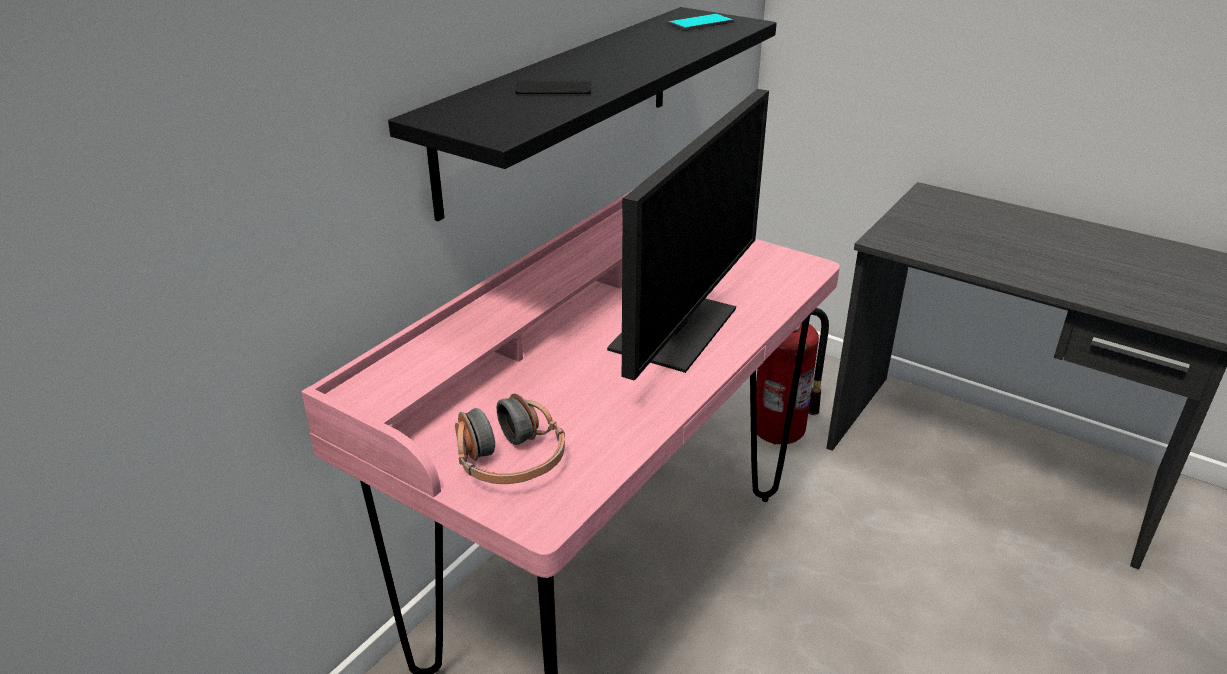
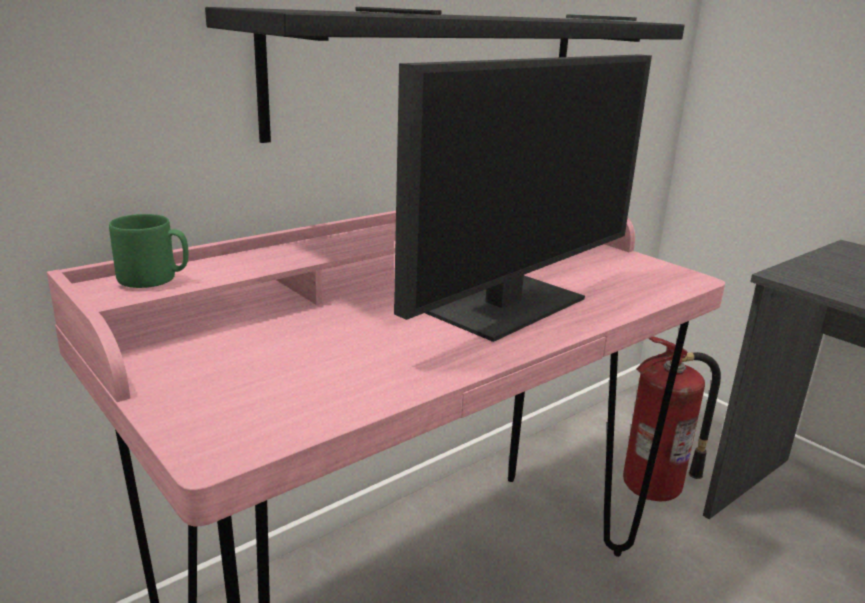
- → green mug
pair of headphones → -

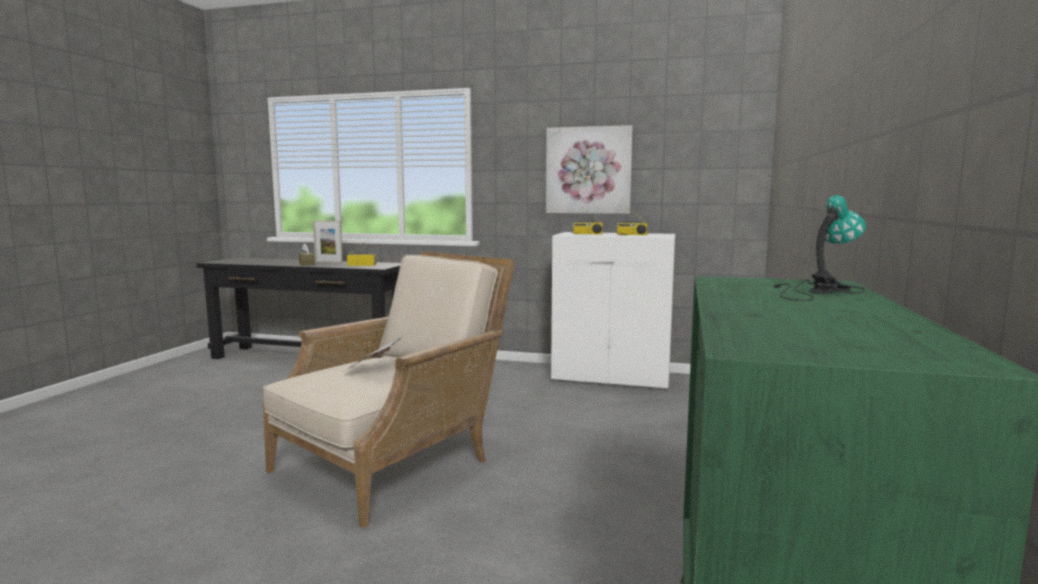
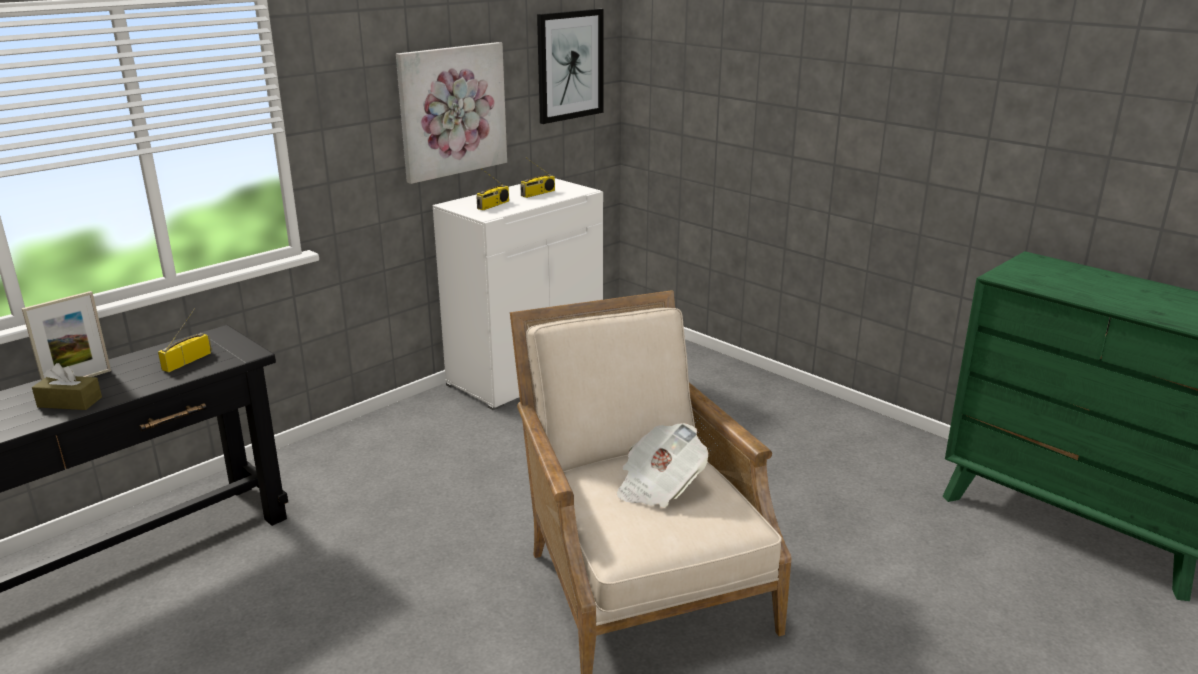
- → wall art (2nd from left)
tabletop lamp → -

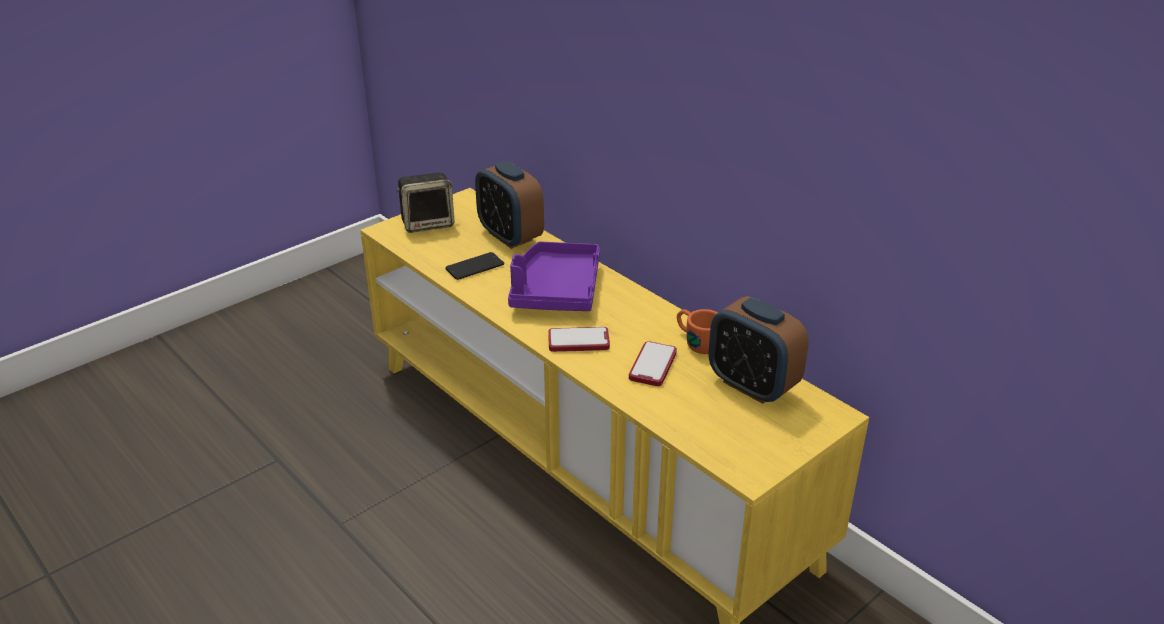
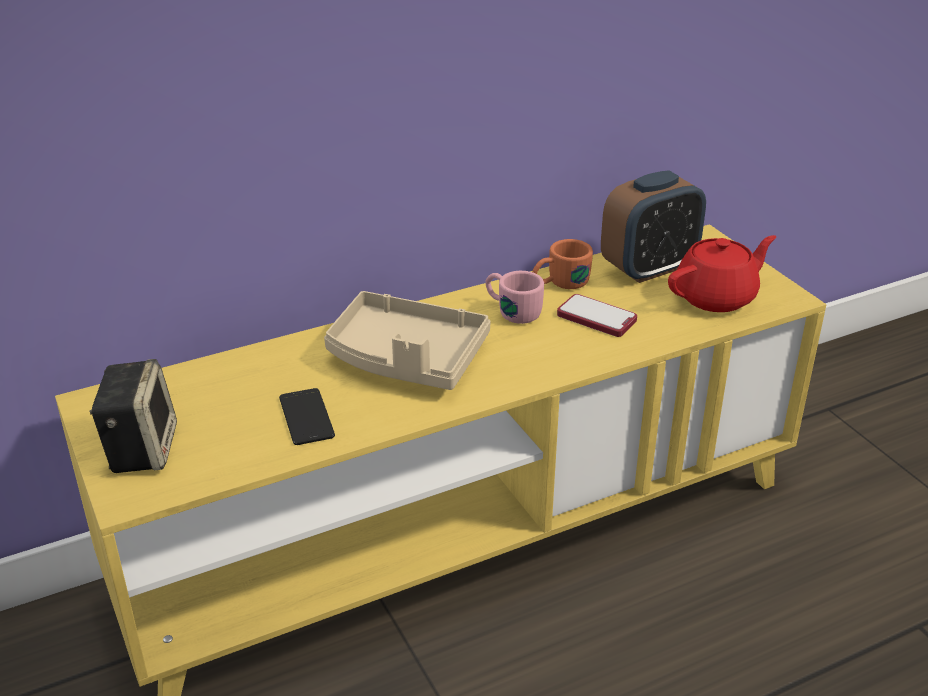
purple-coloured tray → beige tray
- → pink mug
- → red-coloured teapot
bedside clock (1st from left) → -
telephone (2nd from left) → -

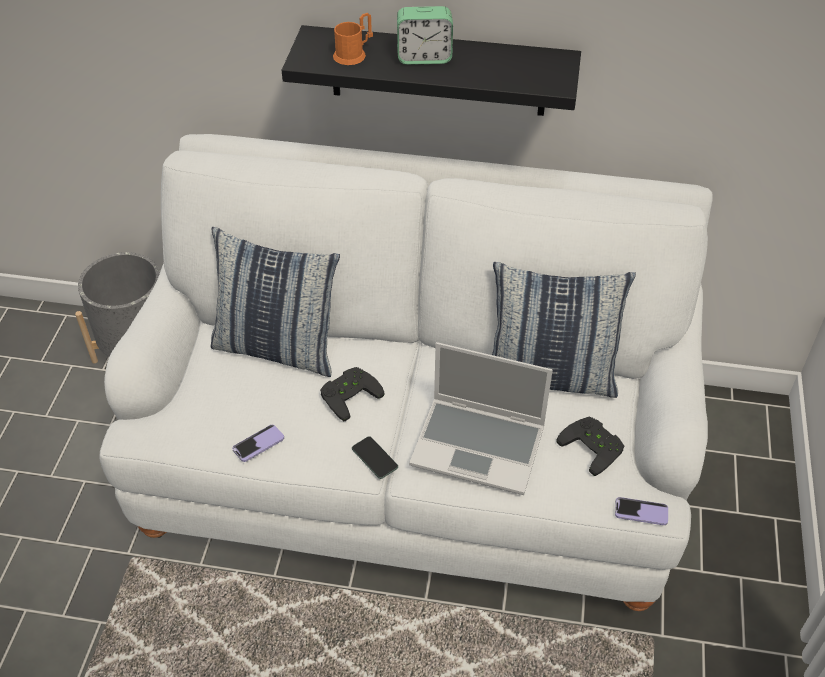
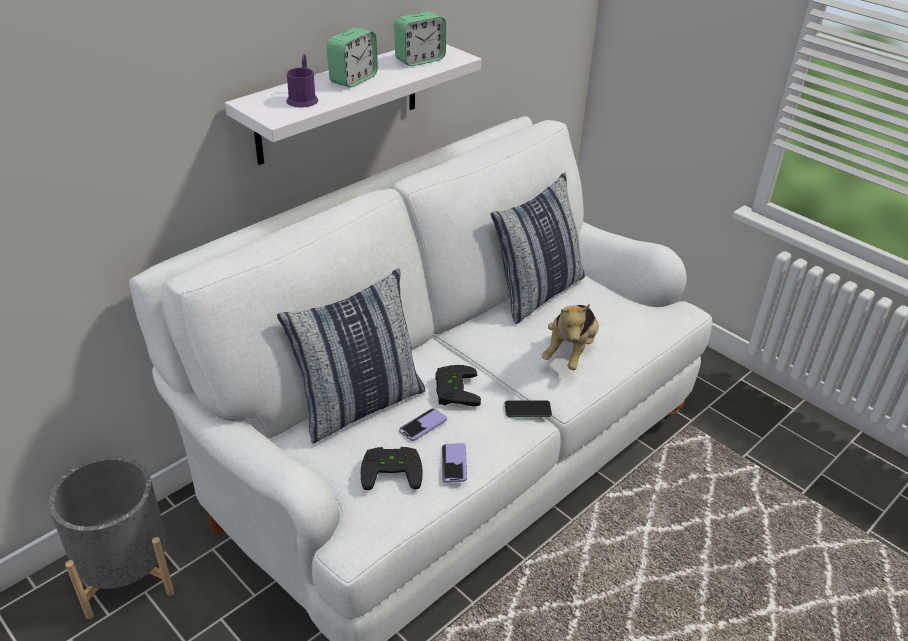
black-coloured bracket shelf → whitish bracket shelf
orangey mug → purple-coloured mug
black-coloured joypad (2nd from left in the first image) → black-coloured joypad (1st from left), moved
- → bedside clock (2nd from left)
telephone (3rd from left in the first image) → telephone (1st from left), moved
notebook computer → soft toy

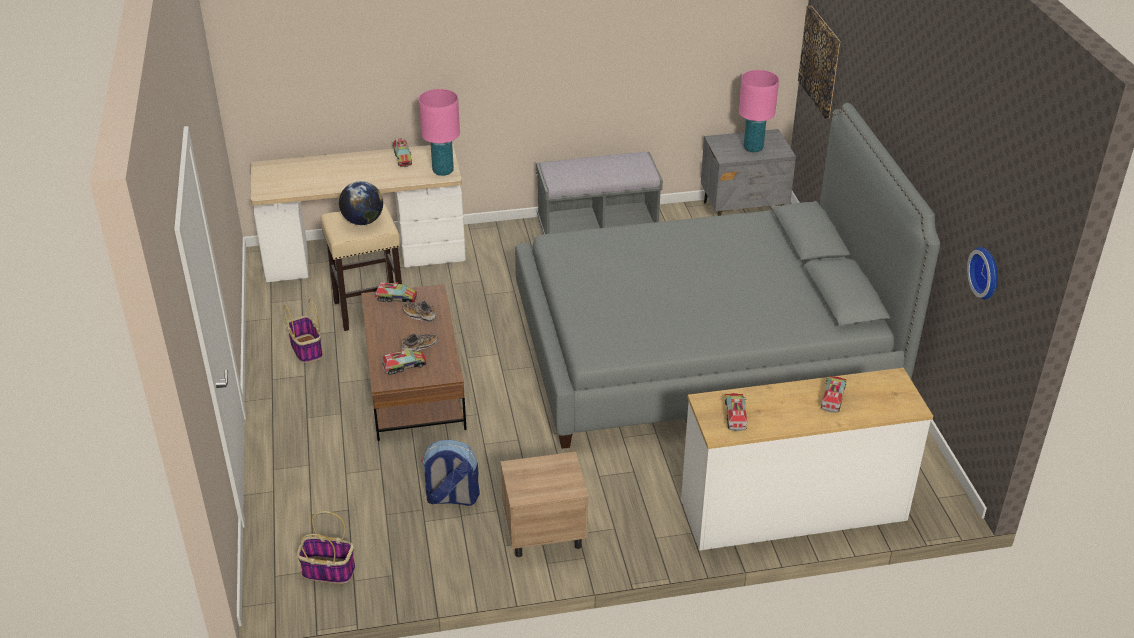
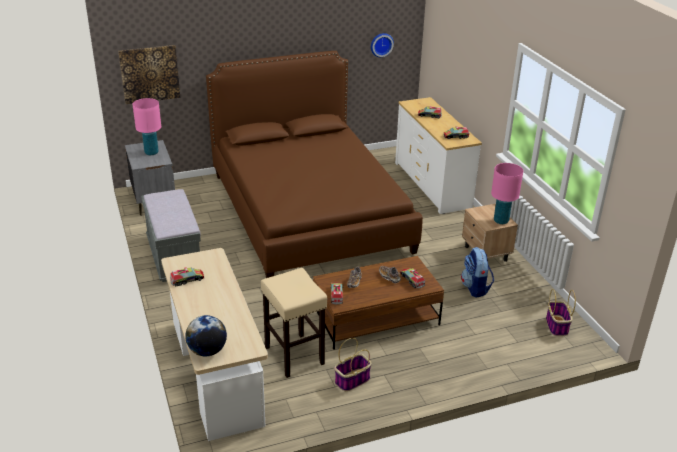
world globe, moved
gray bedroom bed → brown bedroom bed
pink tabletop lamp (1st from left in the first image) → pink tabletop lamp (2nd from left), moved

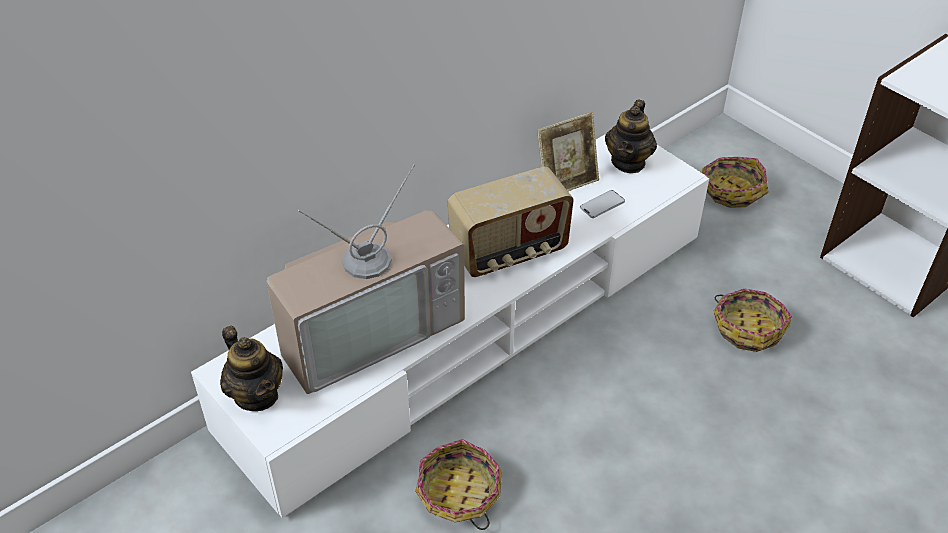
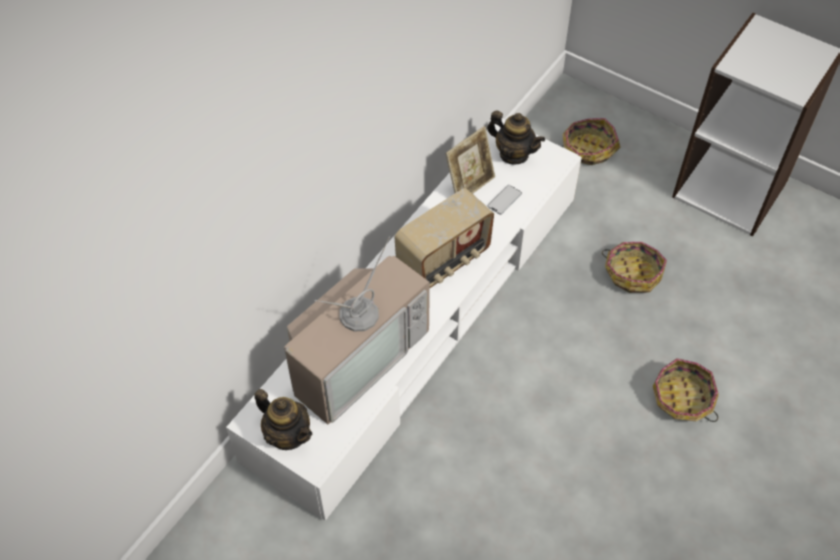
teapot (2nd from left), 60 degrees counterclockwise
basket (1st from left in the first image) → basket (3rd from left), moved

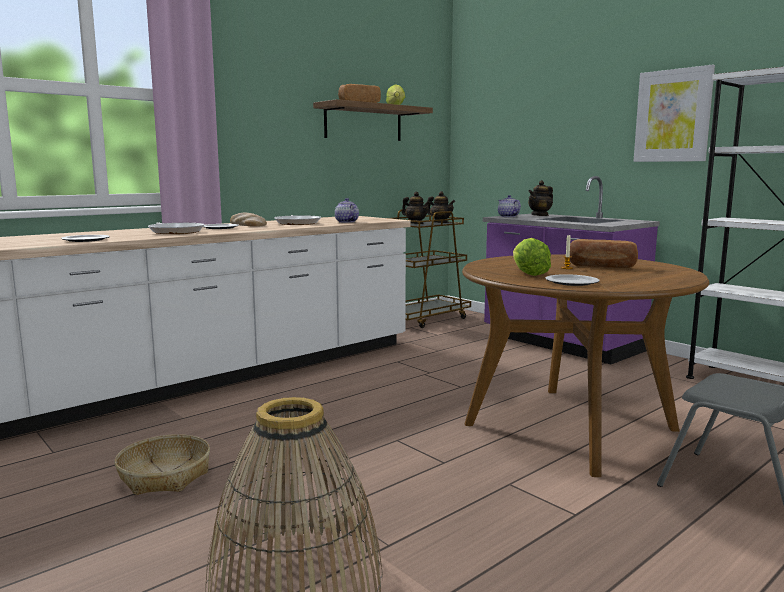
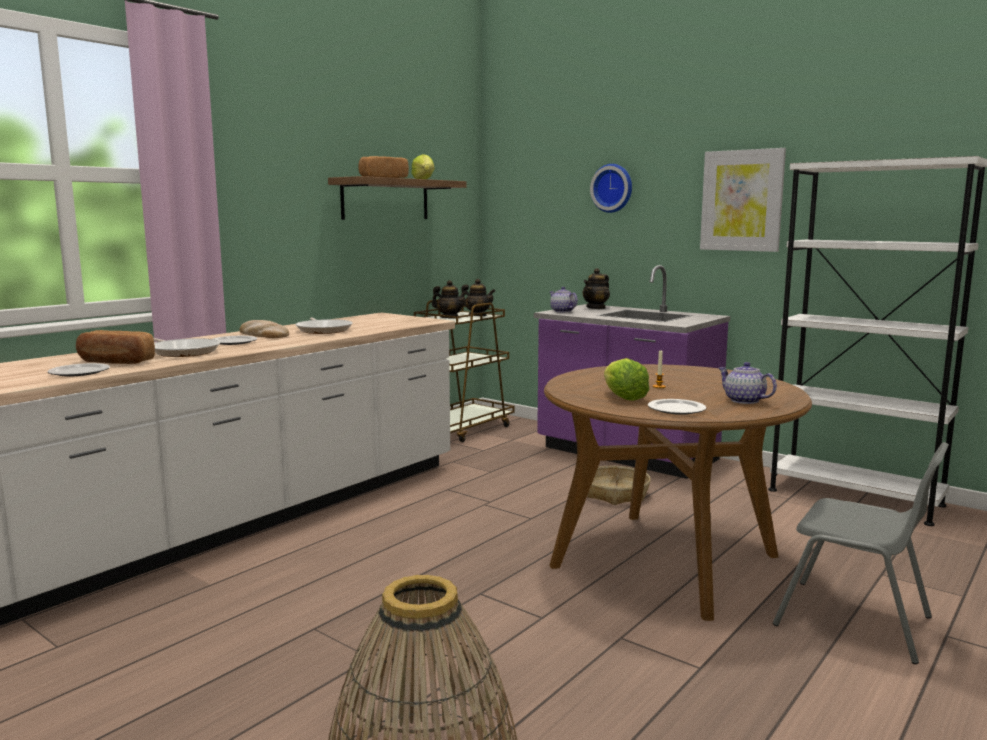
bakery bread (3rd from left in the first image) → bakery bread (1st from left), moved
basket (1st from left in the first image) → basket (2nd from left), moved
- → hanging clock
teapot (1st from left in the first image) → teapot (5th from left), moved

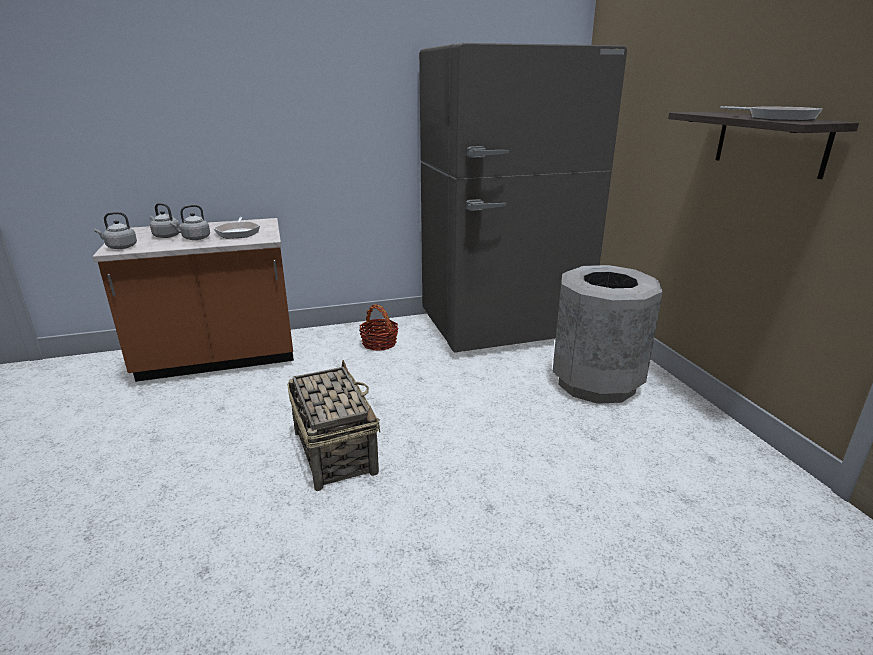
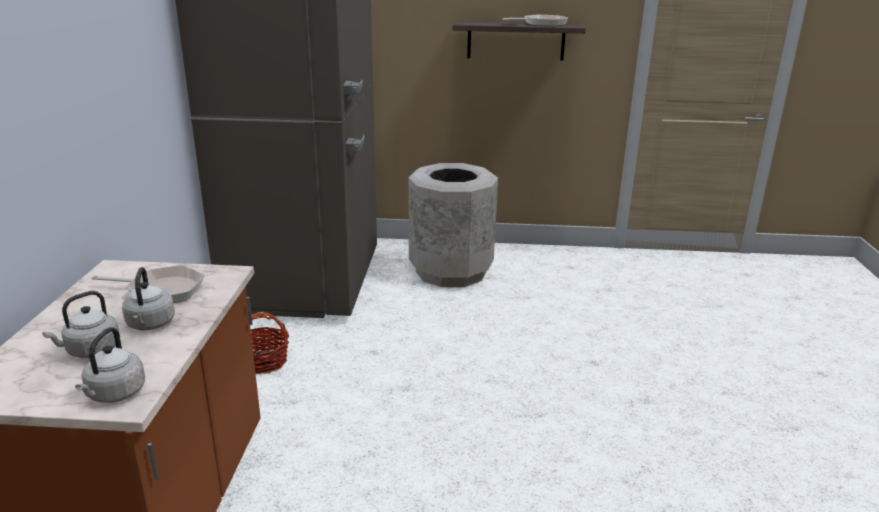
basket (1st from left) → -

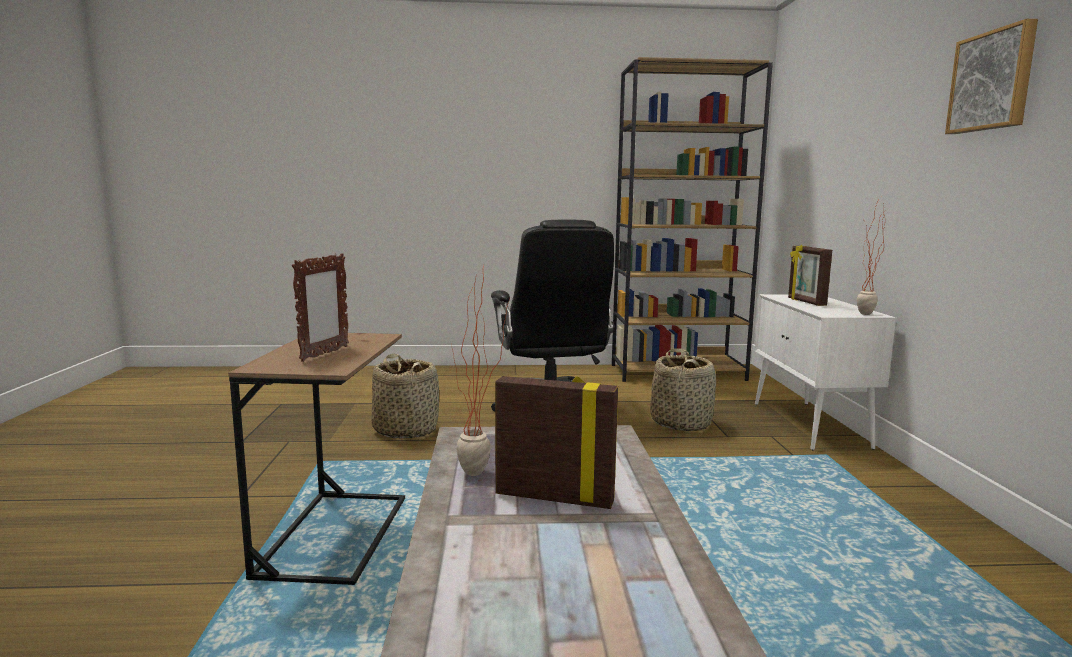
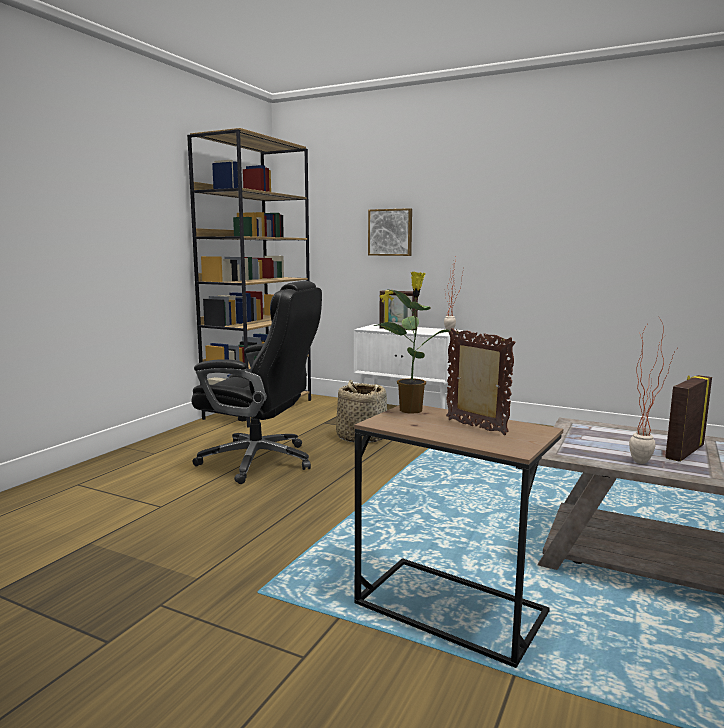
wall art, moved
- → potted plant (1st from left)
basket (1st from left) → -

